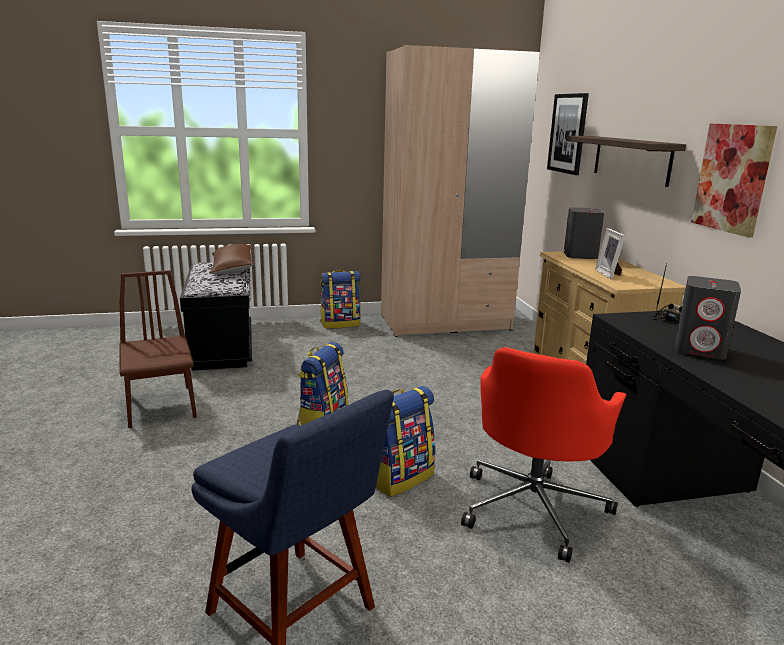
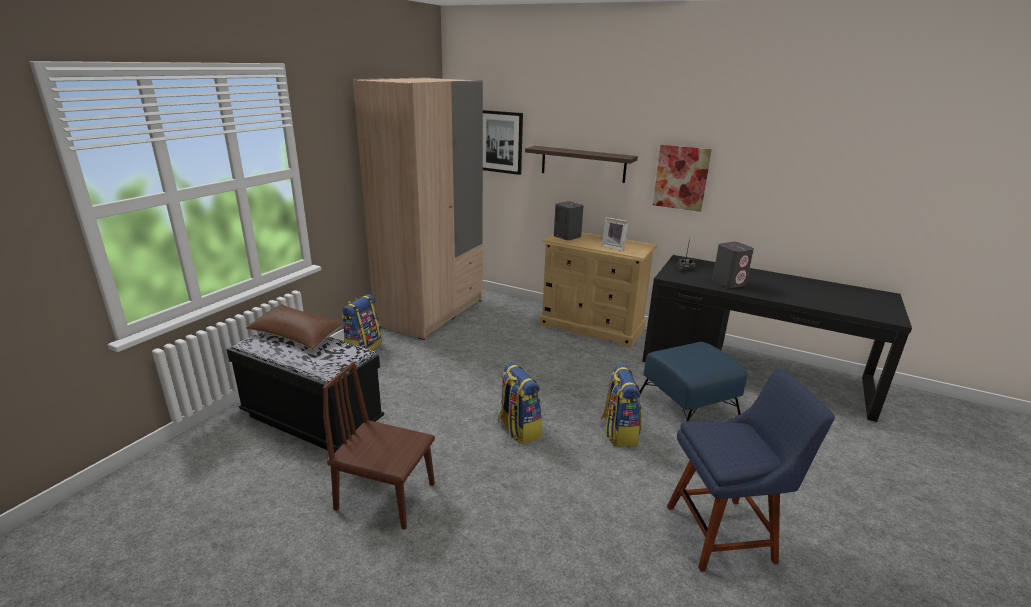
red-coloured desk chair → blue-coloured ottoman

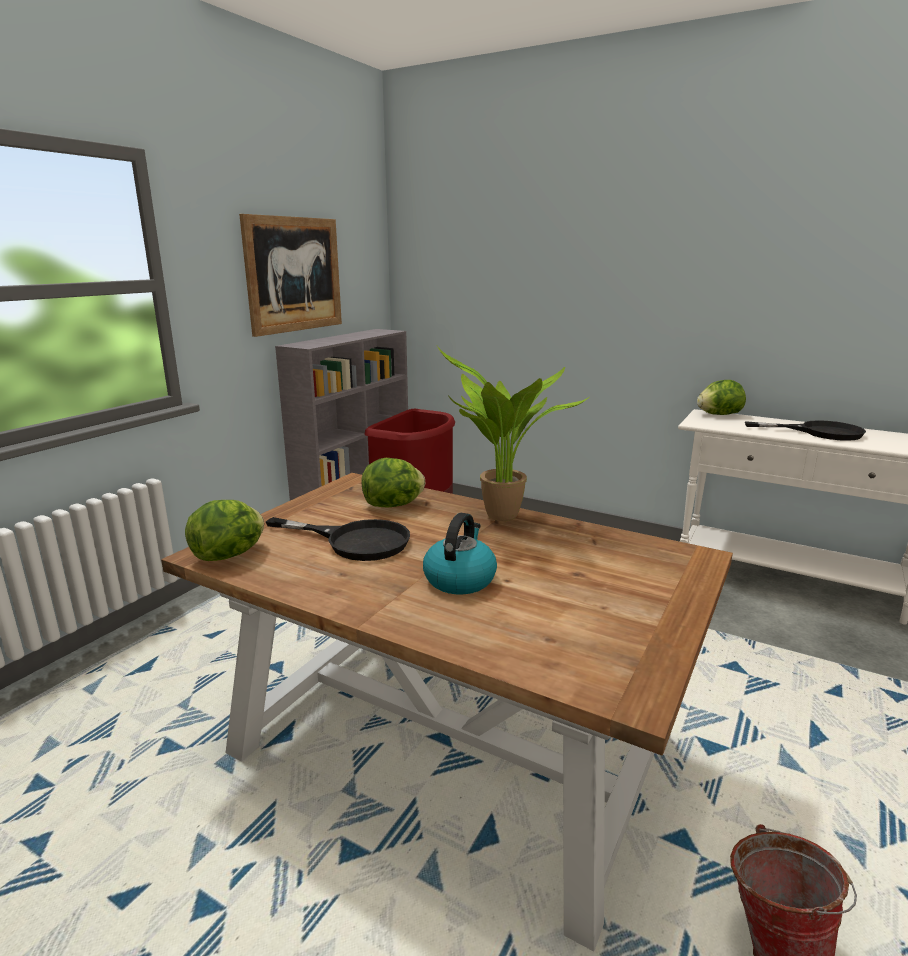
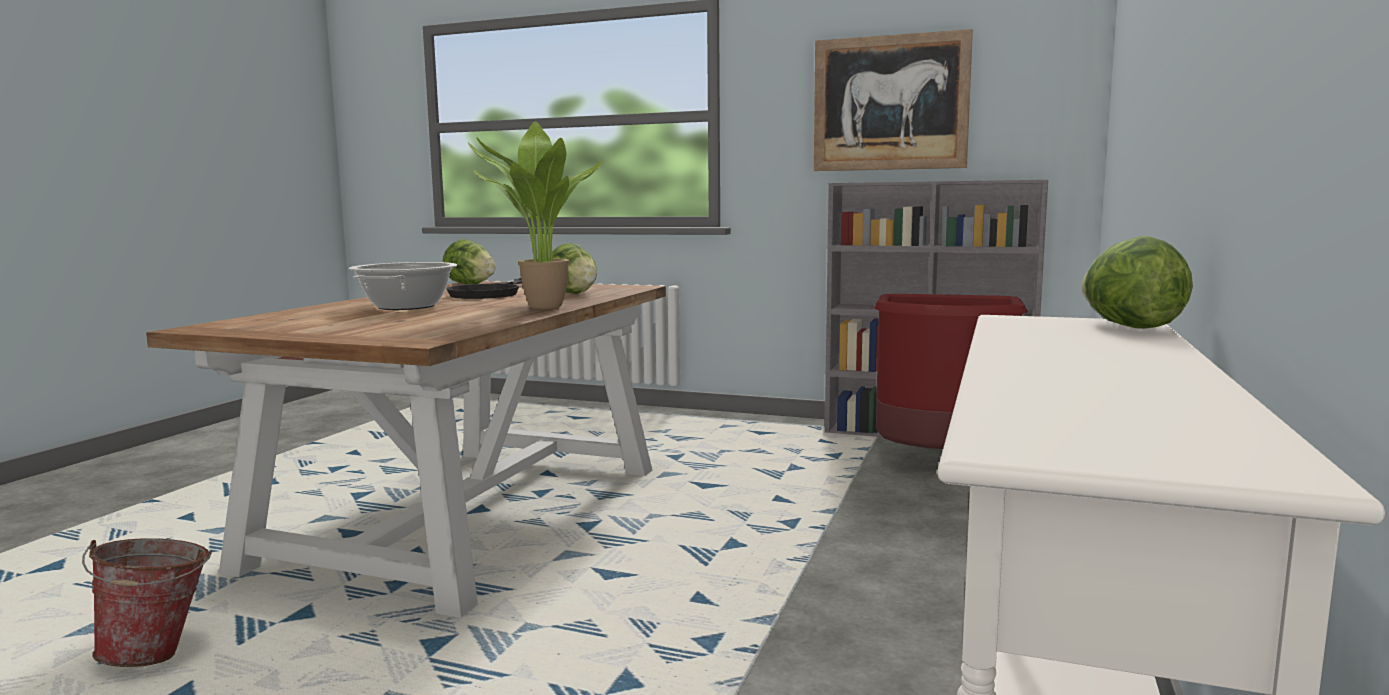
water kettle → saucepot
black-coloured pan (2nd from left) → -

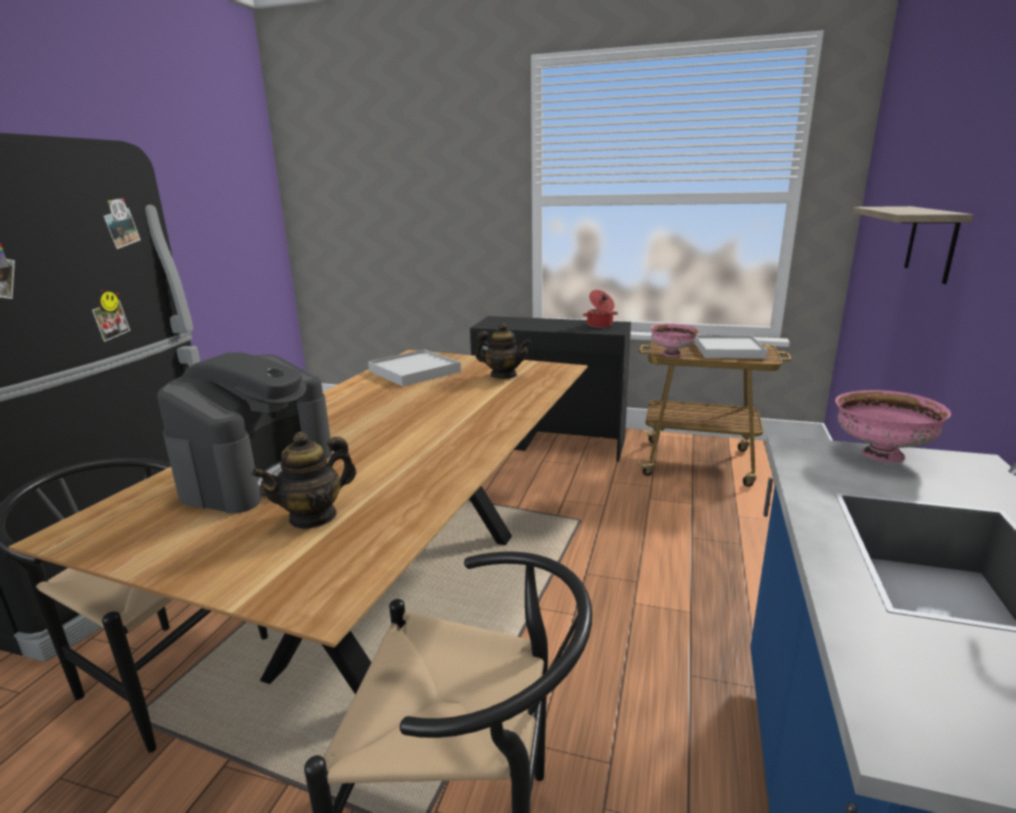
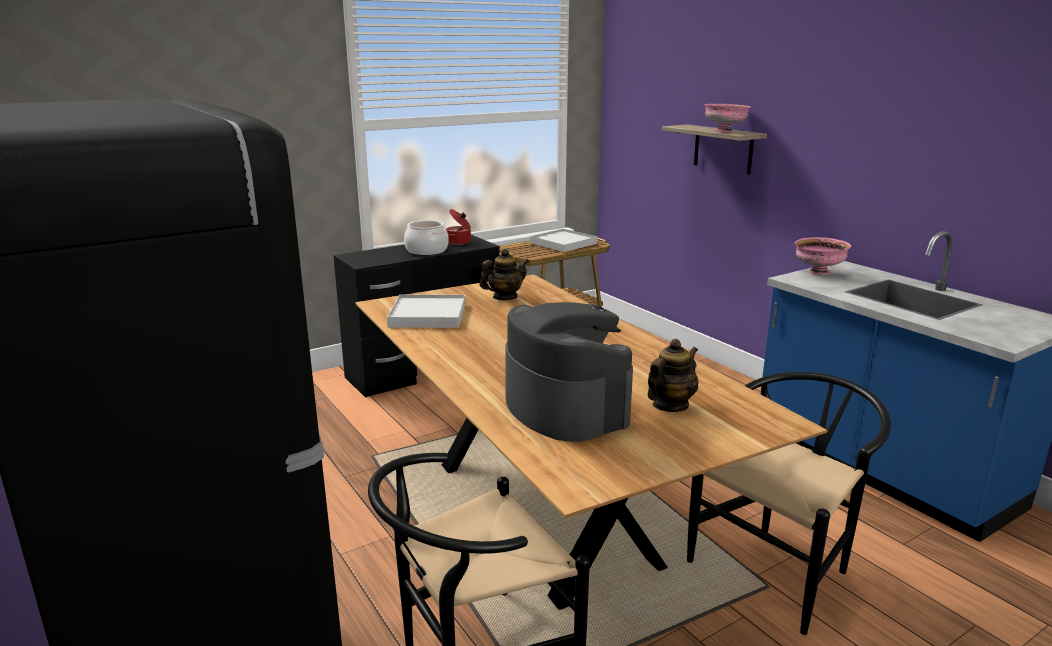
- → saucepot (1st from left)
teapot (1st from left in the first image) → teapot (2nd from left), 135 degrees counterclockwise
pink serving bowl (1st from left), moved

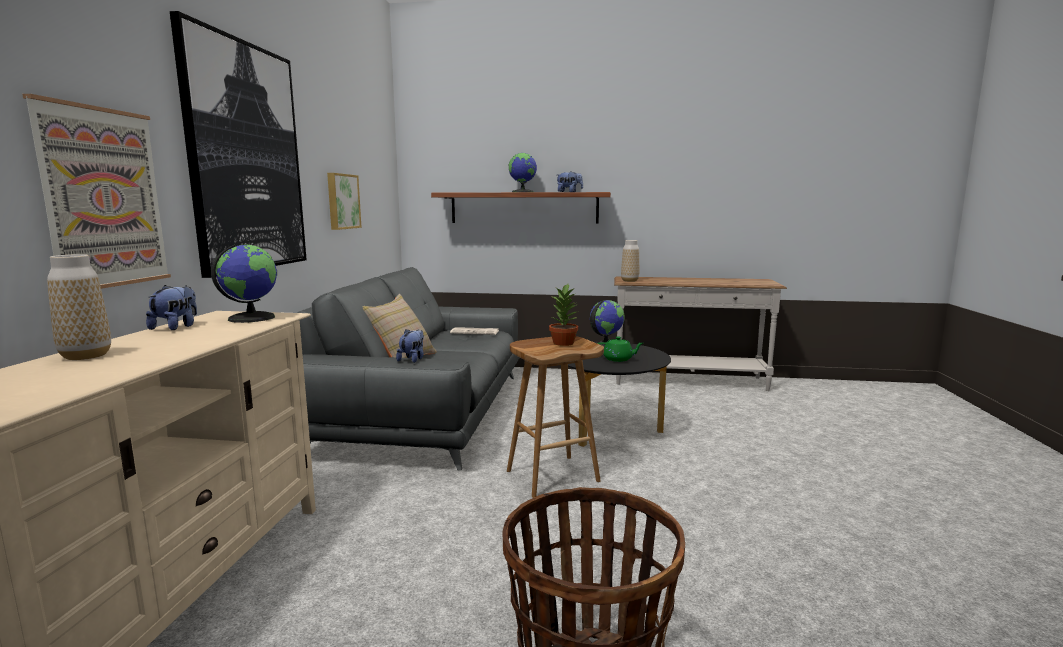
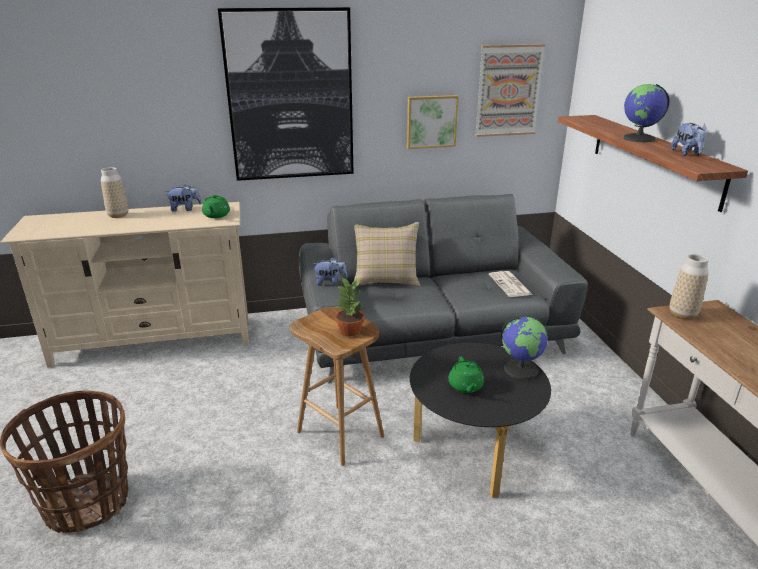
world globe (1st from left) → green teapot (1st from left)
wall art (1st from left in the first image) → wall art (3rd from left), moved

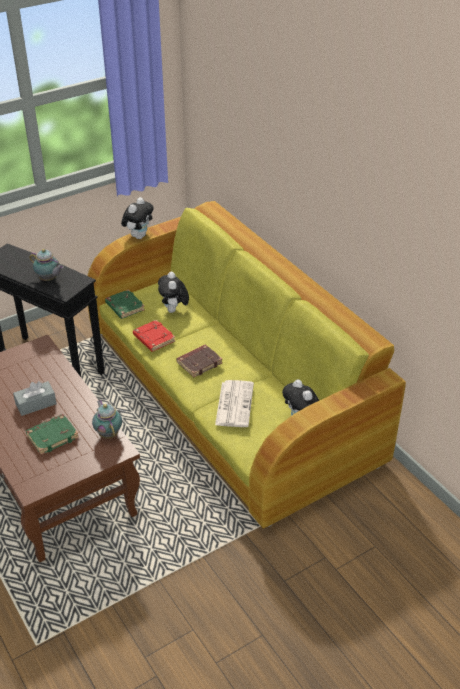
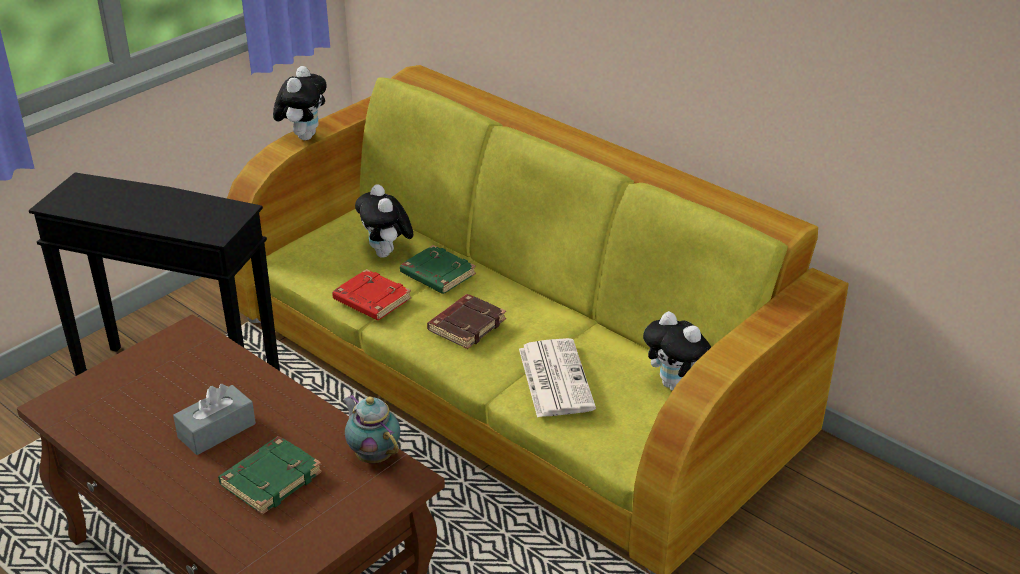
green bound book (2nd from left), moved
teapot (1st from left) → -

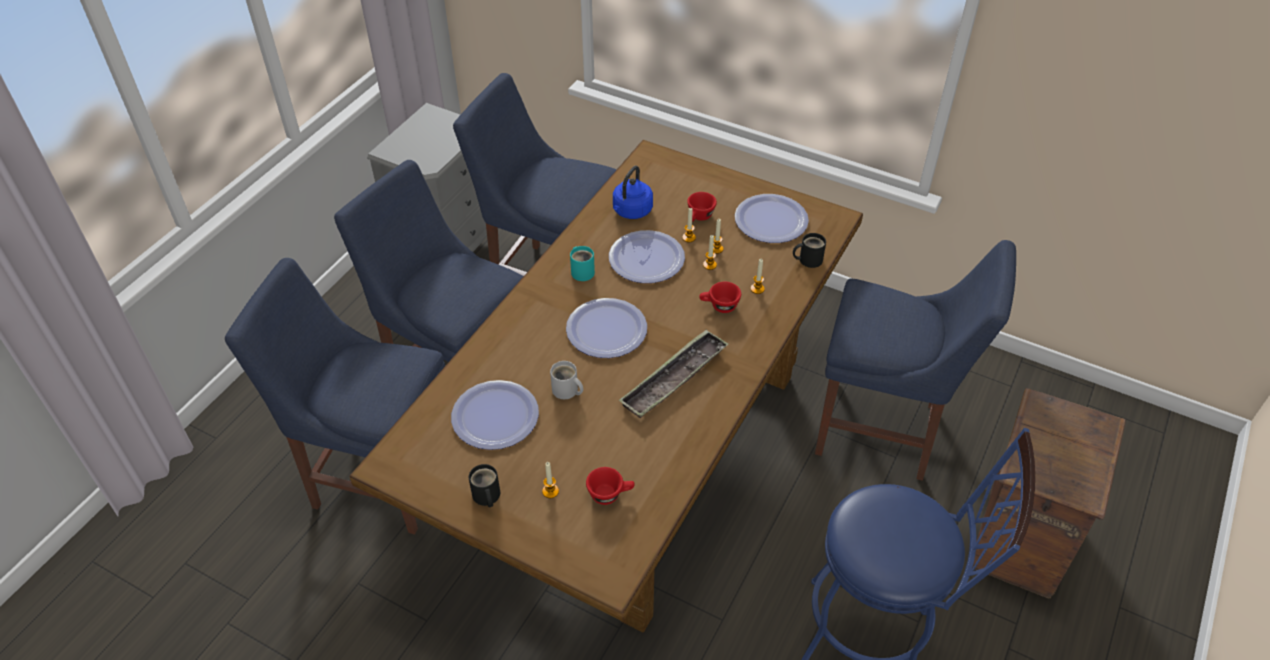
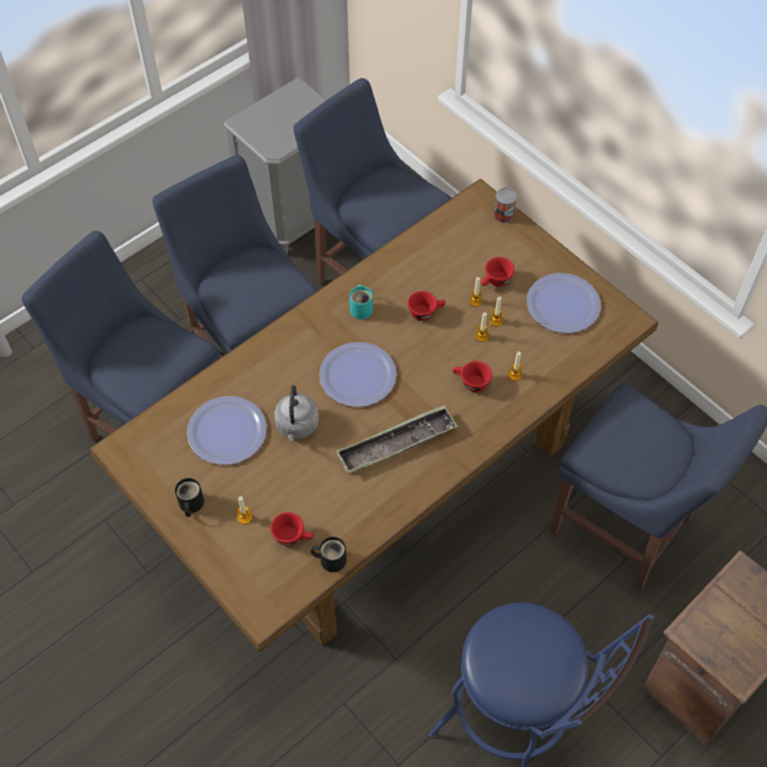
whitish mug → gray water kettle
black-coloured mug (2nd from left), moved
dinner plate (3rd from left) → red-coloured drinking cup (2nd from left)
- → can
blue-coloured water kettle → -

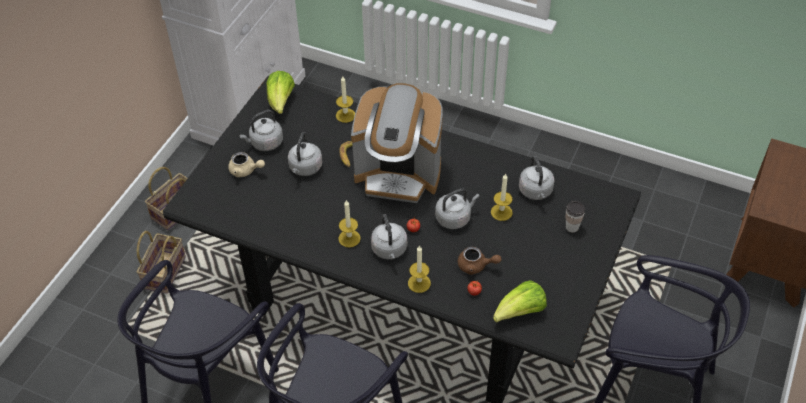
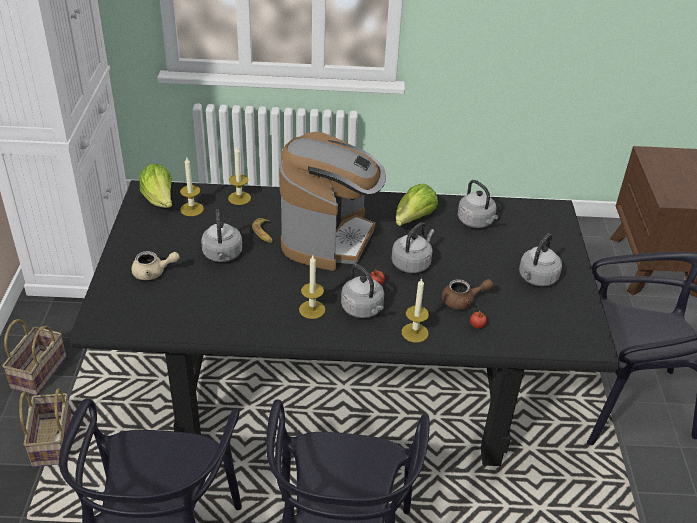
wax candle (4th from left in the first image) → wax candle (1st from left), moved
coffee brewer, 60 degrees counterclockwise
lettuce (2nd from left), moved
gray water kettle (1st from left in the first image) → gray water kettle (5th from left), moved
drinking cup → -

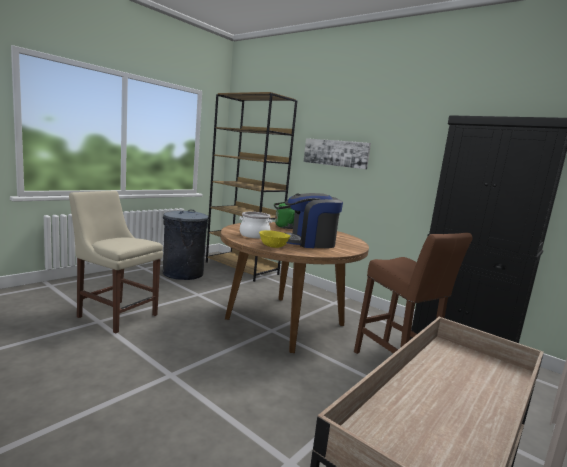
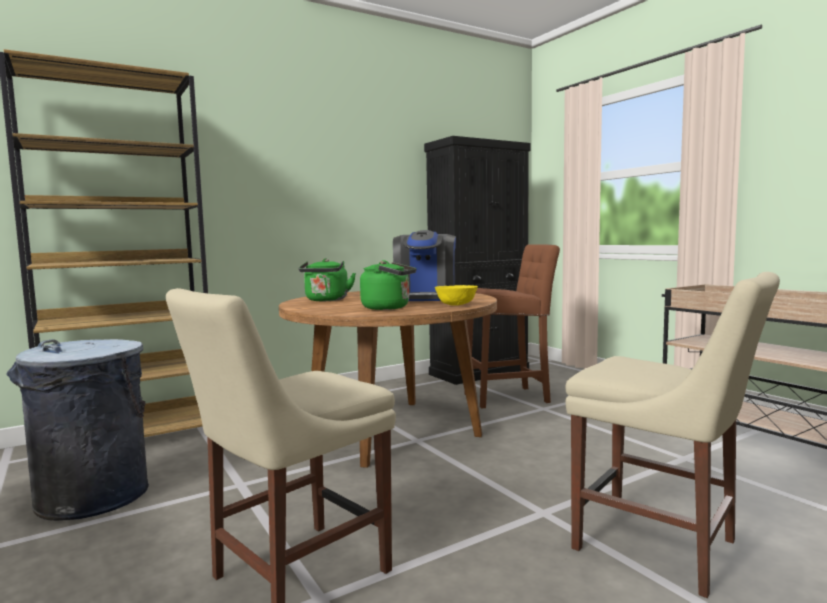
saucepot → green water kettle (2nd from left)
- → beige upright chair (2nd from left)
wall art → -

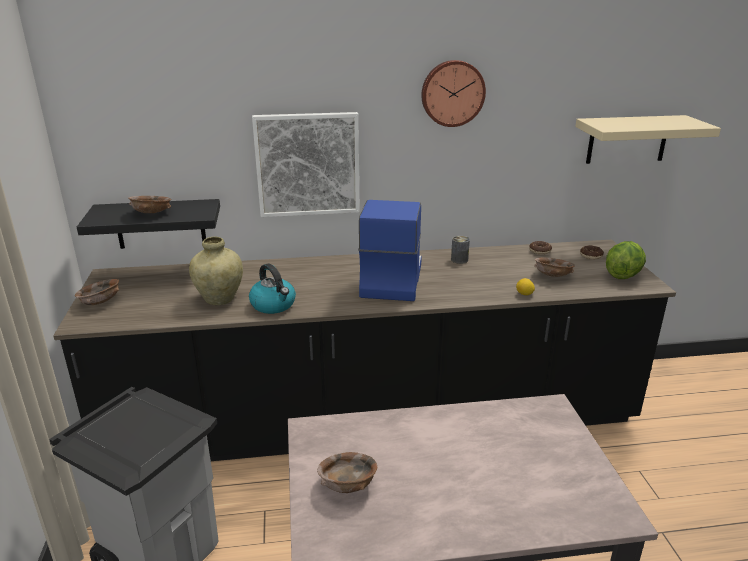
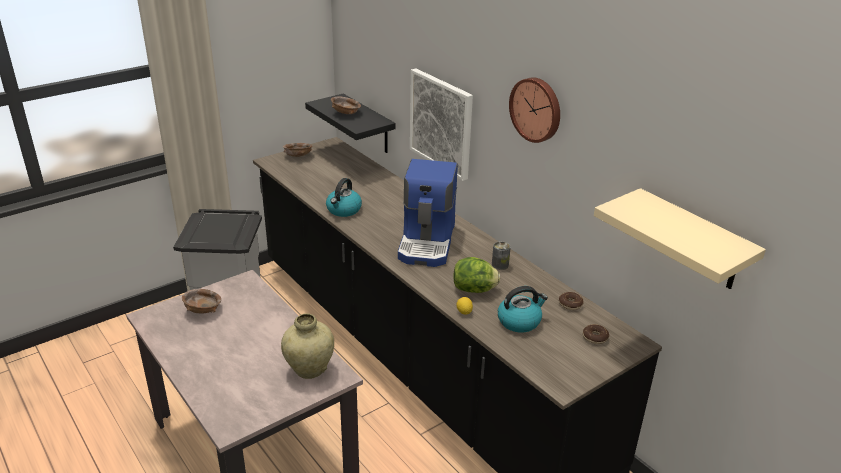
beige flower vase, moved
coffee brewer, 120 degrees clockwise
lettuce, moved
brown serving bowl (4th from left) → water kettle (2nd from left)

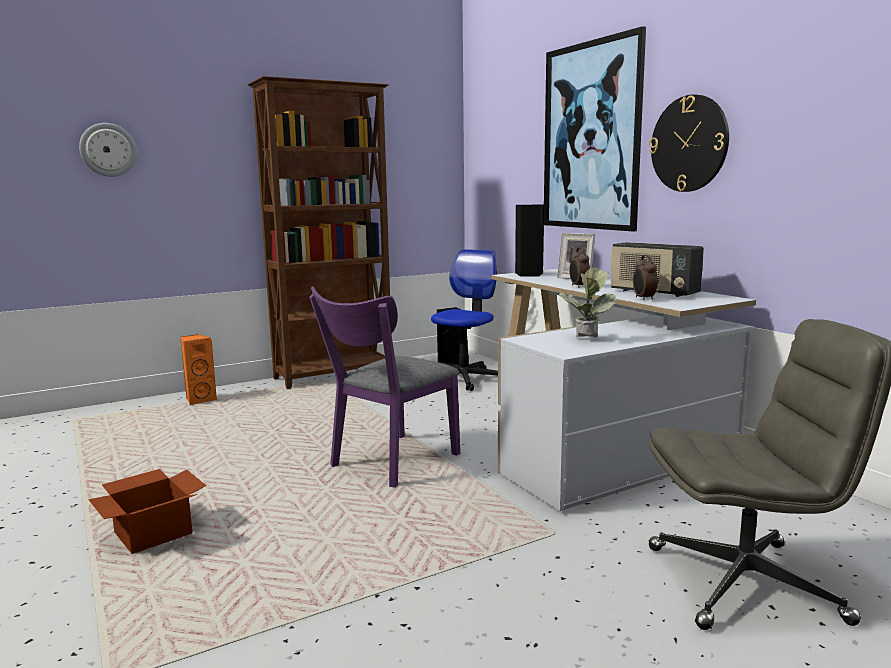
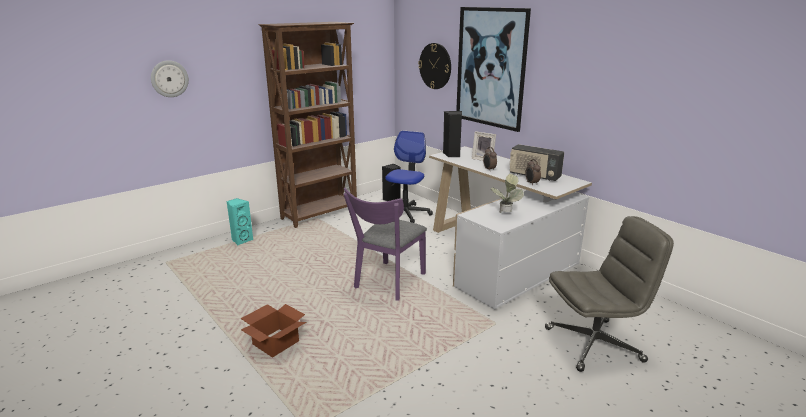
orangey loudspeaker → turquoise loudspeaker
hanging clock (2nd from left), moved

